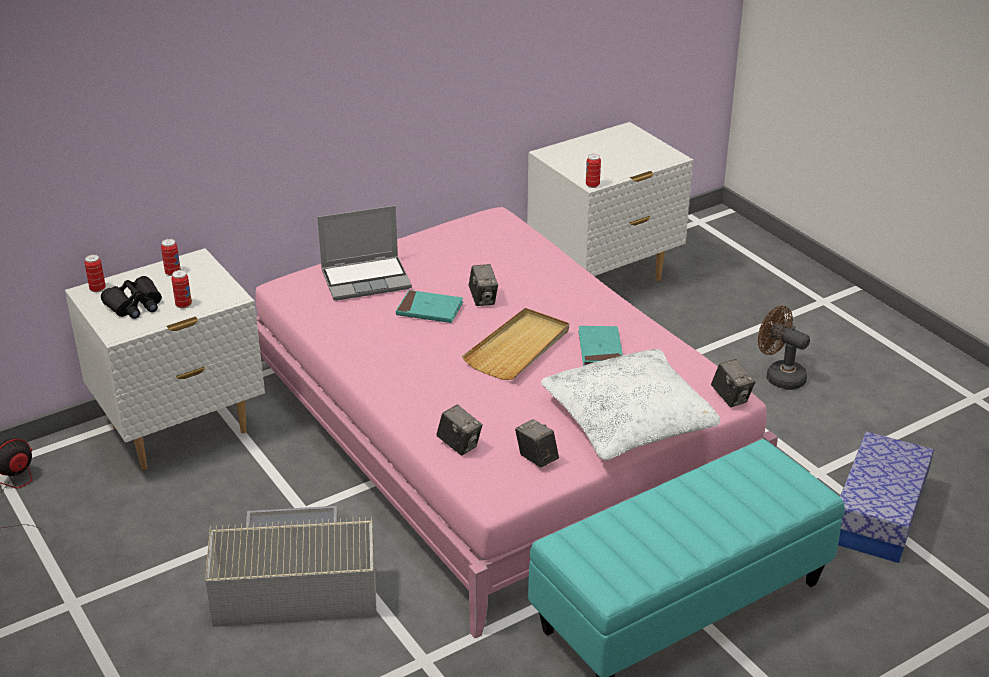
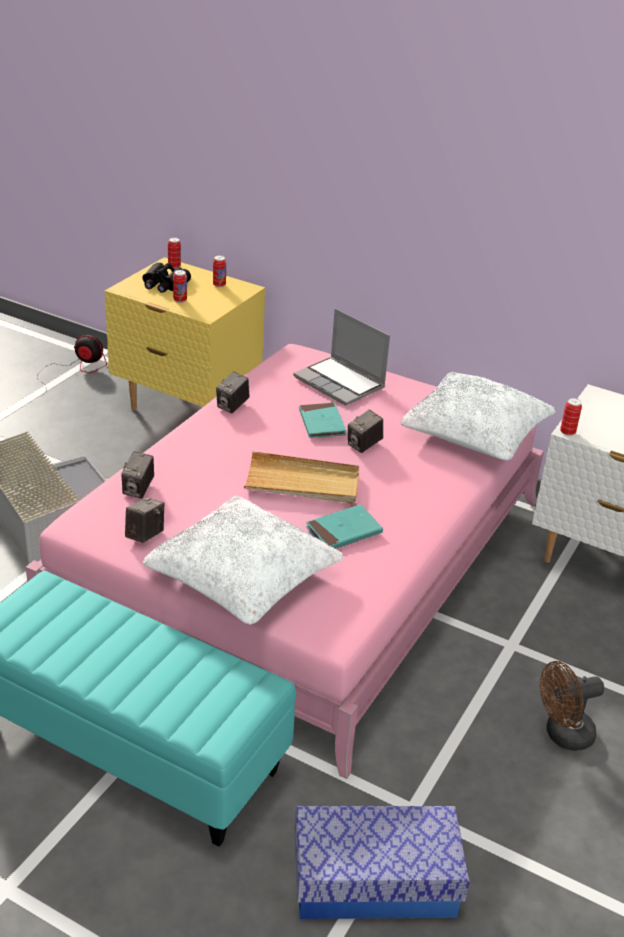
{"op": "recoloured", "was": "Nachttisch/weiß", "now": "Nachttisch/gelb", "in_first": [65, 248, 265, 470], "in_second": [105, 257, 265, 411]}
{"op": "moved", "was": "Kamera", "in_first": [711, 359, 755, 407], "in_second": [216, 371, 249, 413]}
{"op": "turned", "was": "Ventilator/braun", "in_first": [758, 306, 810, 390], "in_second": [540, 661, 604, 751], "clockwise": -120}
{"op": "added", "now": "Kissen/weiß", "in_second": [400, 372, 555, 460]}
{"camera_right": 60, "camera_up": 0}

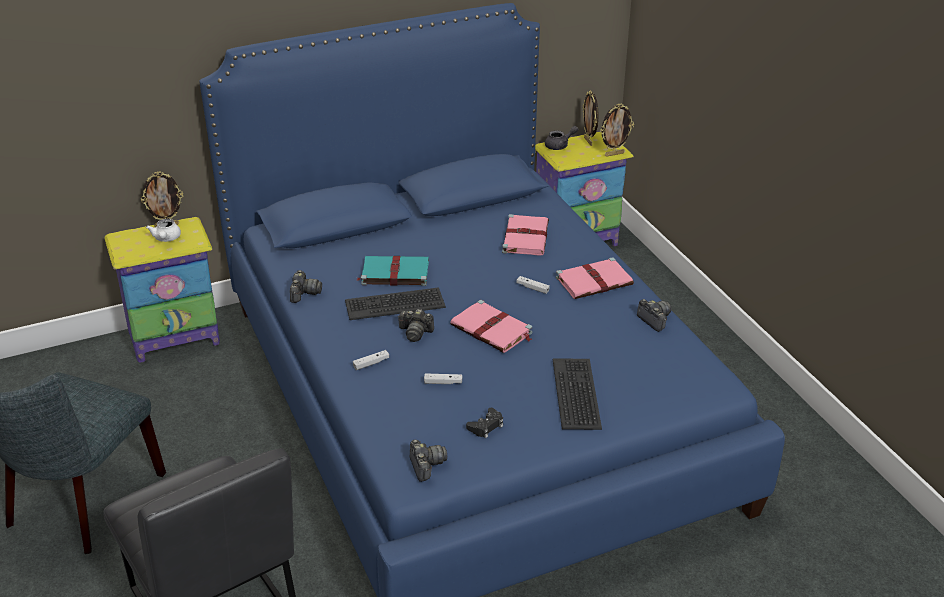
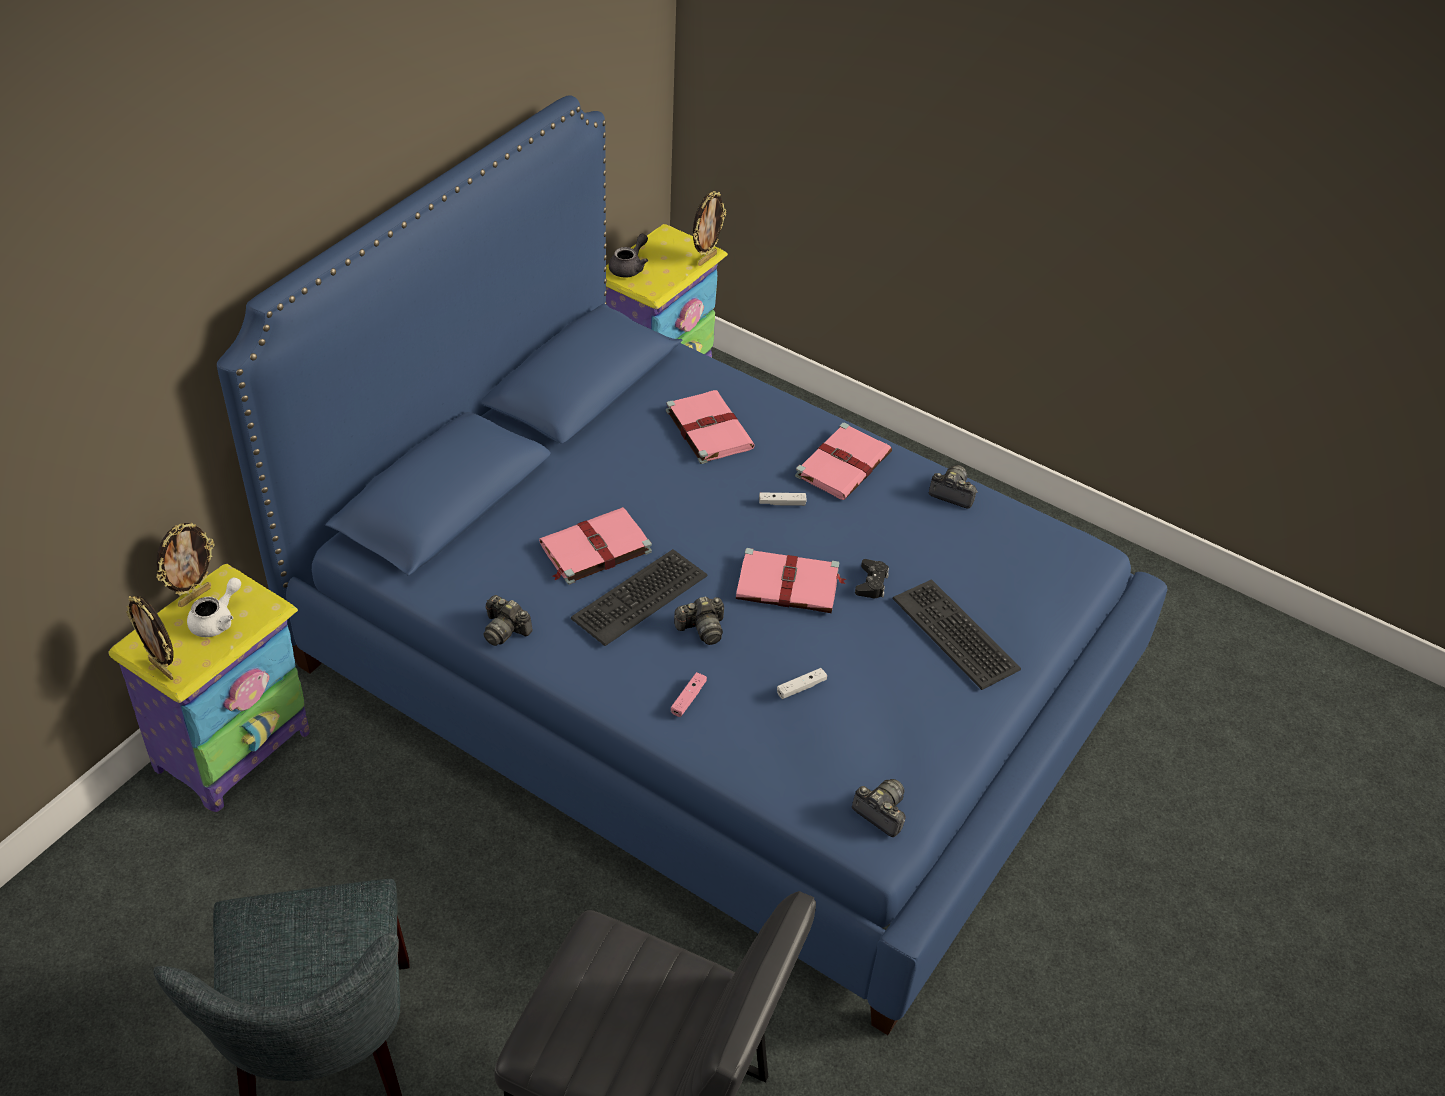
{"op": "turned", "was": "Teekanne/weiß", "in_first": [146, 219, 181, 242], "in_second": [187, 578, 241, 637], "clockwise": -105}
{"op": "turned", "was": "Kamera", "in_first": [290, 270, 322, 303], "in_second": [484, 595, 533, 646], "clockwise": 150}
{"op": "recoloured", "was": "Gamepad/weiß", "now": "Gamepad/rosa", "in_first": [353, 350, 389, 370], "in_second": [671, 672, 707, 717]}
{"op": "recoloured", "was": "Buch/türkis", "now": "Buch/rosa", "in_first": [357, 256, 429, 286], "in_second": [539, 507, 652, 585]}
{"op": "moved", "was": "Gamepad/schwarz", "in_first": [466, 408, 503, 438], "in_second": [855, 559, 889, 598]}
{"op": "moved", "was": "Bilderrahmen", "in_first": [583, 91, 598, 146], "in_second": [126, 596, 174, 680]}
{"camera_right": -35, "camera_up": 10}

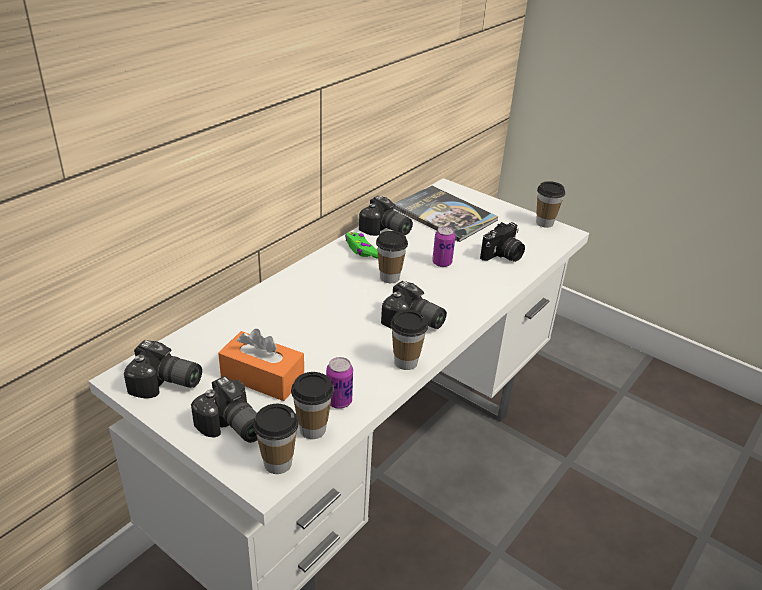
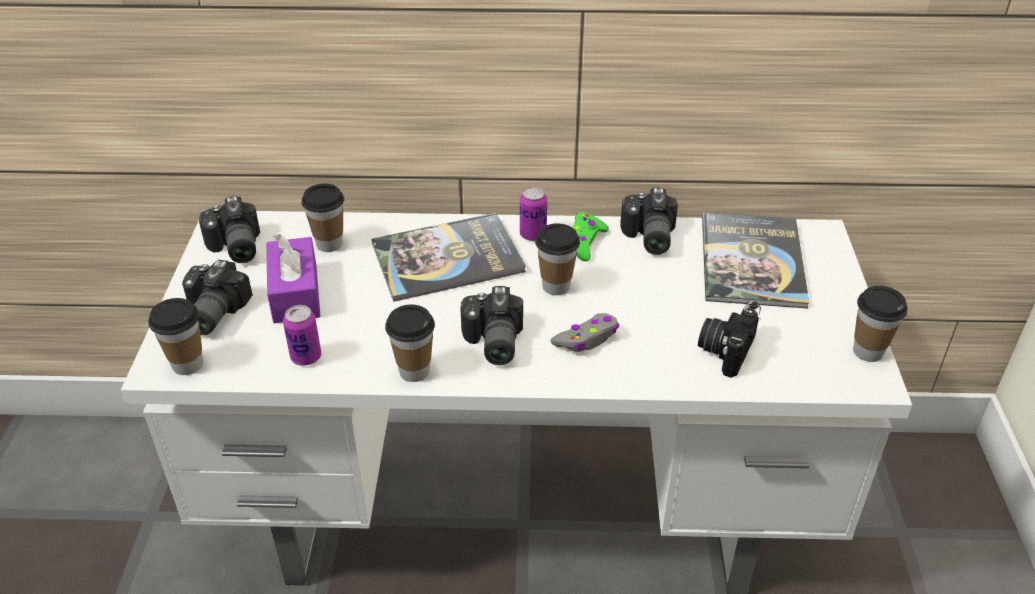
{"op": "recoloured", "was": "Taschentuchbox/orange", "now": "Taschentuchbox/lila", "in_first": [218, 329, 304, 401], "in_second": [266, 234, 321, 323]}
{"op": "moved", "was": "Tasse", "in_first": [291, 372, 334, 439], "in_second": [302, 184, 344, 252]}
{"op": "moved", "was": "Dose", "in_first": [432, 226, 455, 267], "in_second": [520, 187, 547, 241]}
{"op": "turned", "was": "Kamera", "in_first": [480, 222, 525, 262], "in_second": [698, 301, 761, 378], "clockwise": 105}
{"op": "added", "now": "Buch", "in_second": [371, 213, 526, 302]}
{"op": "added", "now": "Gamepad/grau", "in_second": [550, 313, 619, 352]}
{"camera_right": 55, "camera_up": 5}

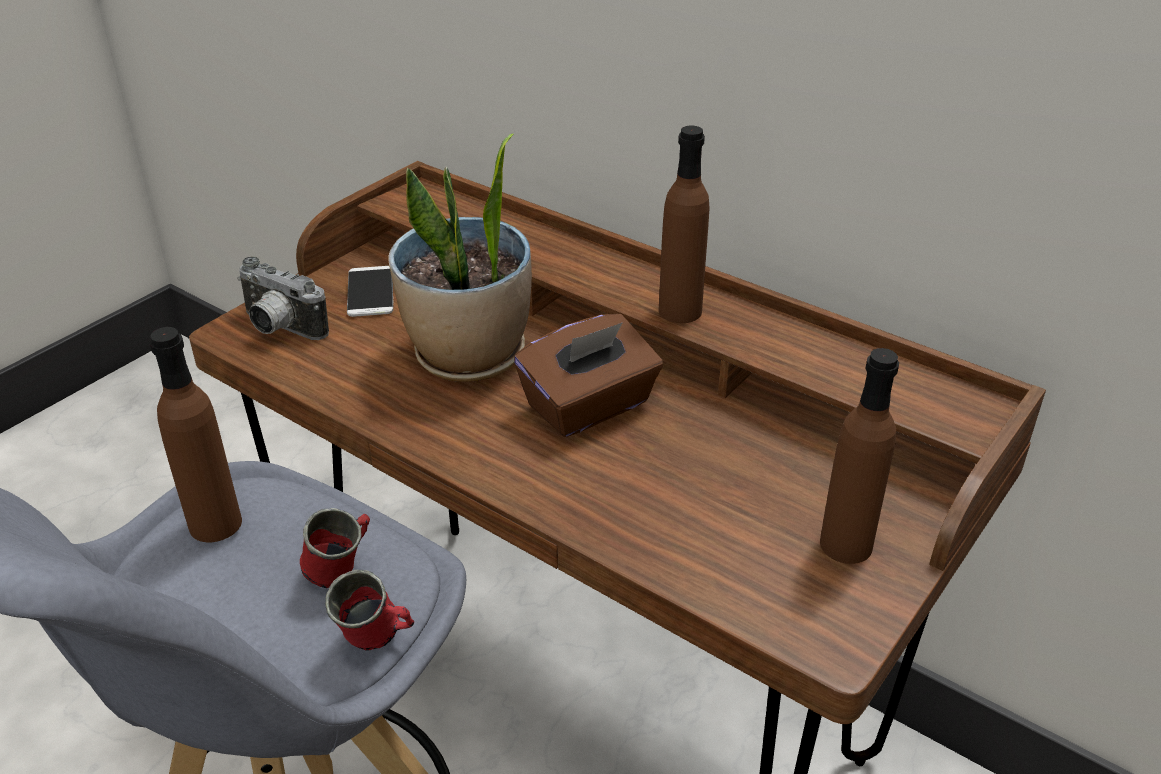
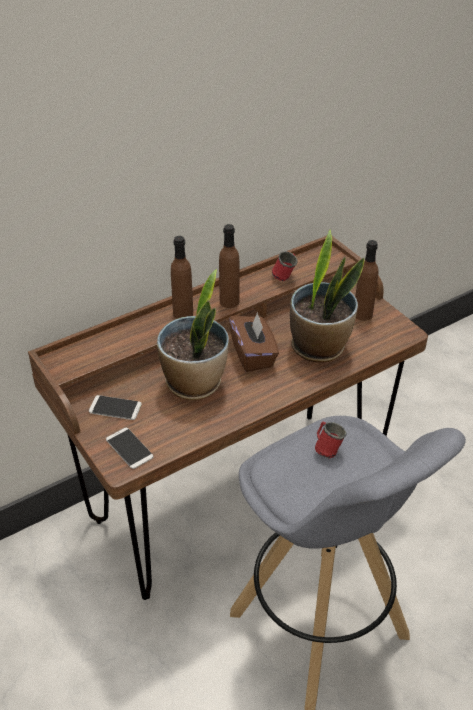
{"op": "moved", "was": "Flasche/braun", "in_first": [150, 327, 242, 542], "in_second": [171, 236, 193, 319]}
{"op": "replaced", "was": "Kamera", "now": "Handy", "in_first": [237, 256, 329, 340], "in_second": [106, 428, 153, 469]}
{"op": "moved", "was": "Henkelbecher/rot", "in_first": [325, 570, 414, 651], "in_second": [272, 251, 298, 281]}
{"op": "added", "now": "Topfpflanze", "in_second": [290, 230, 365, 363]}
{"camera_right": -70, "camera_up": 5}

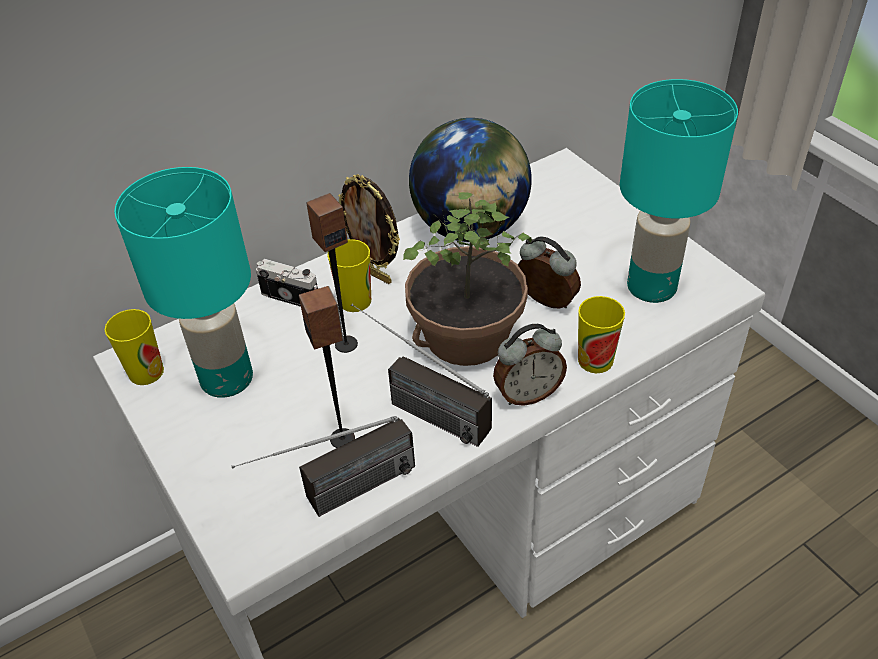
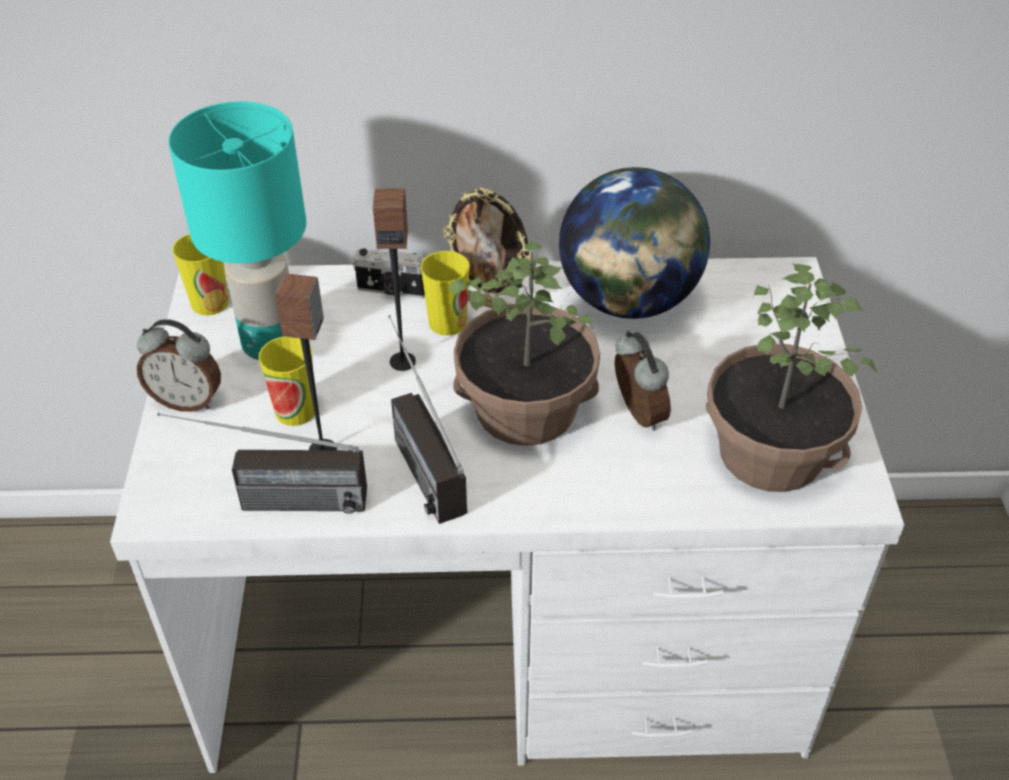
{"op": "turned", "was": "Kamera", "in_first": [256, 258, 318, 307], "in_second": [353, 248, 425, 298], "clockwise": 135}
{"op": "turned", "was": "Bilderrahmen", "in_first": [338, 174, 400, 284], "in_second": [443, 188, 531, 309], "clockwise": -45}
{"op": "moved", "was": "Wecker", "in_first": [493, 324, 567, 406], "in_second": [137, 319, 221, 412]}
{"op": "moved", "was": "Tasse", "in_first": [578, 296, 625, 373], "in_second": [259, 337, 315, 426]}
{"op": "replaced", "was": "Tischlampe/türkis", "now": "Topfpflanze", "in_first": [620, 79, 738, 303], "in_second": [706, 264, 878, 492]}
{"camera_right": 30, "camera_up": 0}

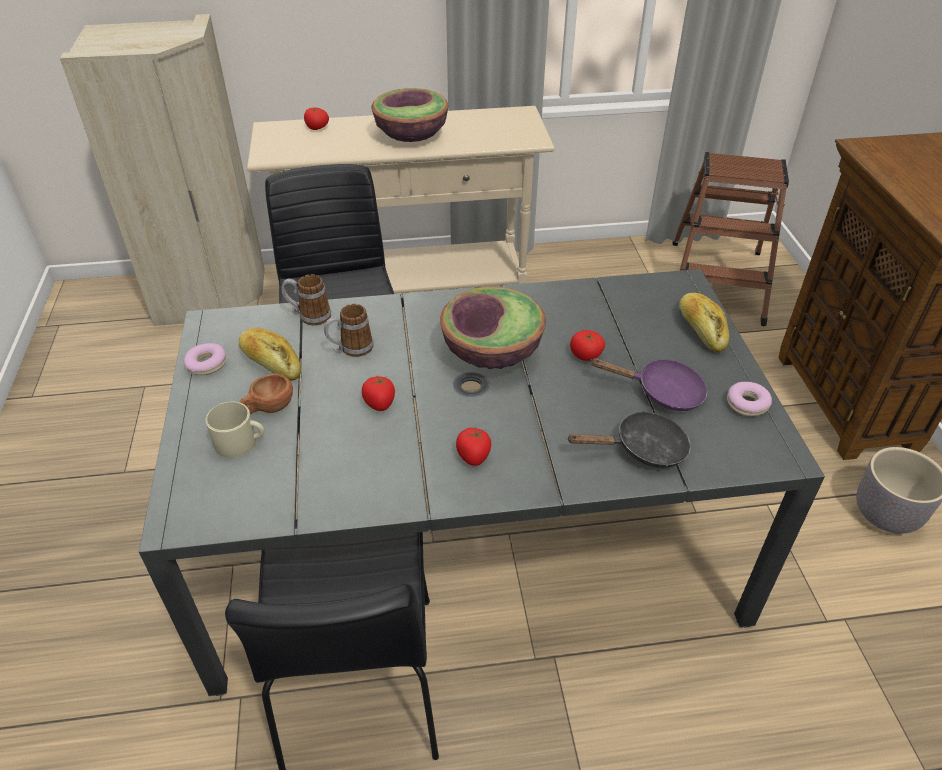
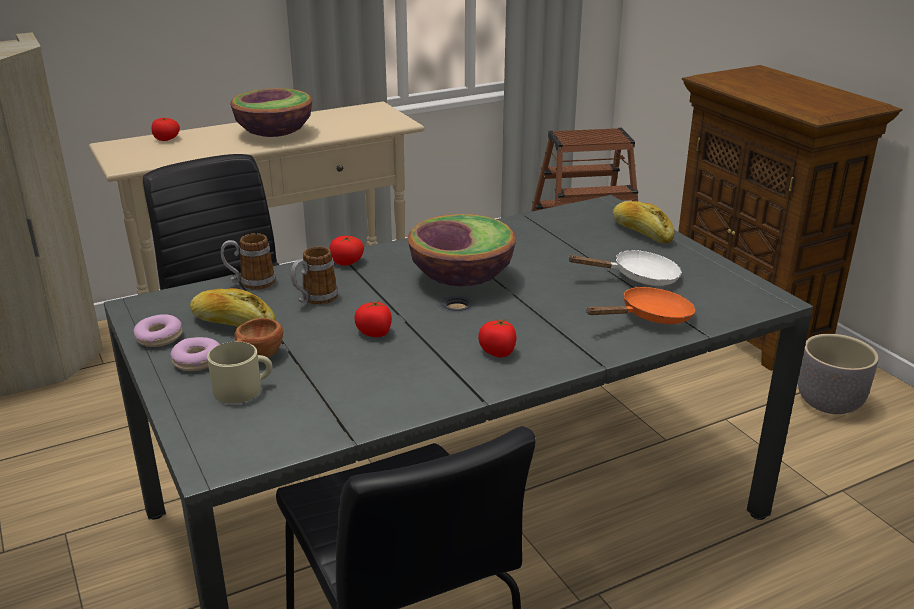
{"op": "recoloured", "was": "Pfanne/schwarz", "now": "Pfanne/orange", "in_first": [567, 411, 691, 468], "in_second": [586, 287, 696, 324]}
{"op": "moved", "was": "Tomate", "in_first": [570, 330, 605, 361], "in_second": [329, 236, 364, 266]}
{"op": "recoloured", "was": "Pfanne/lila", "now": "Pfanne/weiß", "in_first": [590, 358, 708, 411], "in_second": [567, 250, 682, 286]}
{"op": "moved", "was": "Donut", "in_first": [727, 382, 772, 416], "in_second": [170, 337, 220, 371]}
{"camera_right": -20, "camera_up": -15}

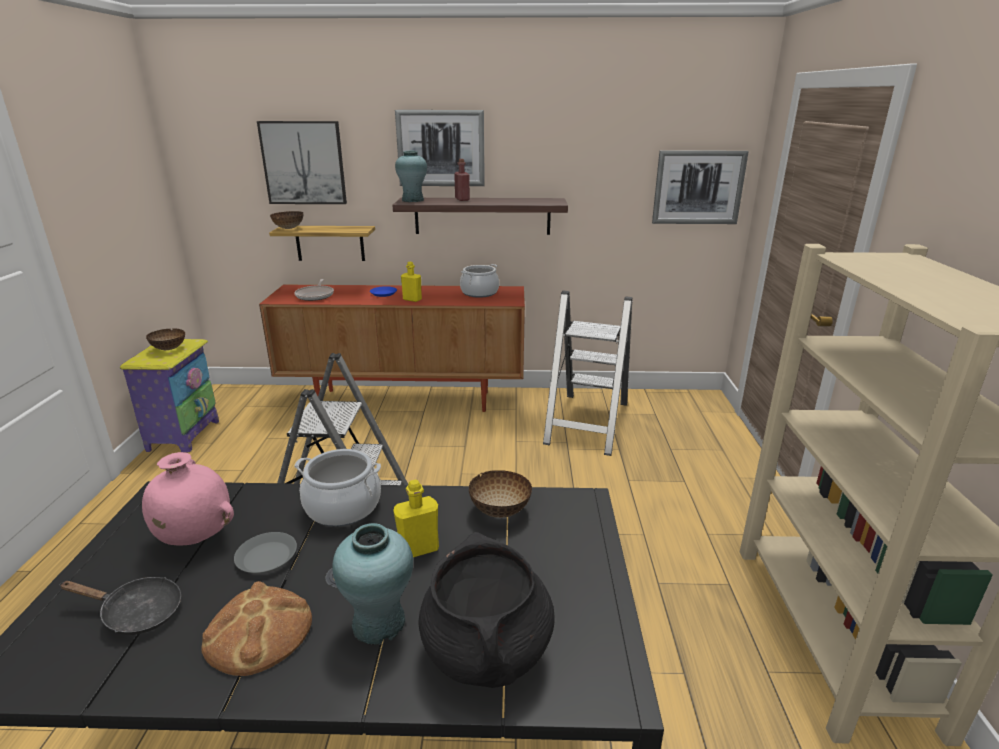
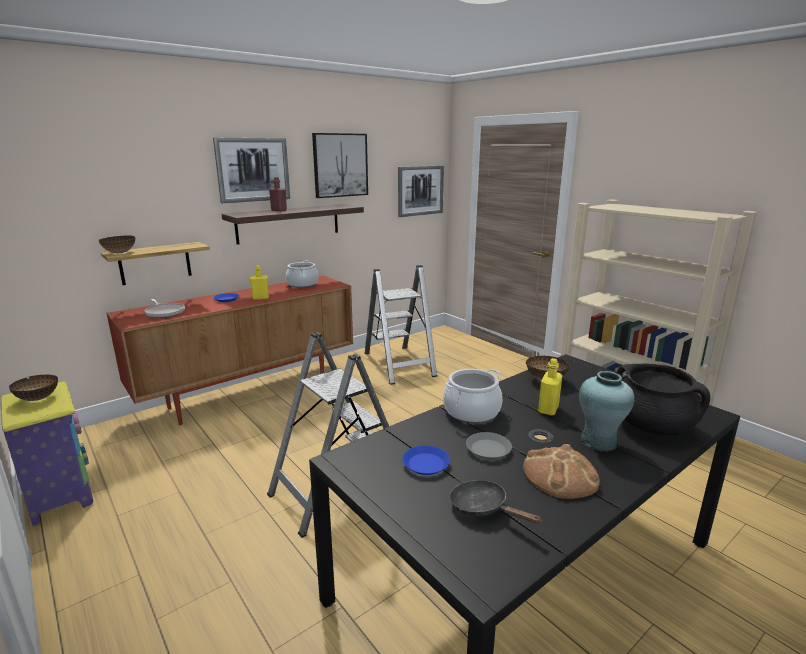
{"op": "turned", "was": "Pfanne/schwarz", "in_first": [60, 577, 181, 635], "in_second": [449, 480, 542, 524], "clockwise": -105}
{"op": "replaced", "was": "Vase/rosa", "now": "Teller/blau", "in_first": [142, 452, 234, 545], "in_second": [402, 445, 450, 475]}
{"op": "moved", "was": "Bild", "in_first": [257, 121, 347, 204], "in_second": [312, 133, 368, 198]}
{"op": "removed", "was": "Vase/türkis", "in_first": [395, 151, 427, 202]}
{"camera_right": -40, "camera_up": -5}

